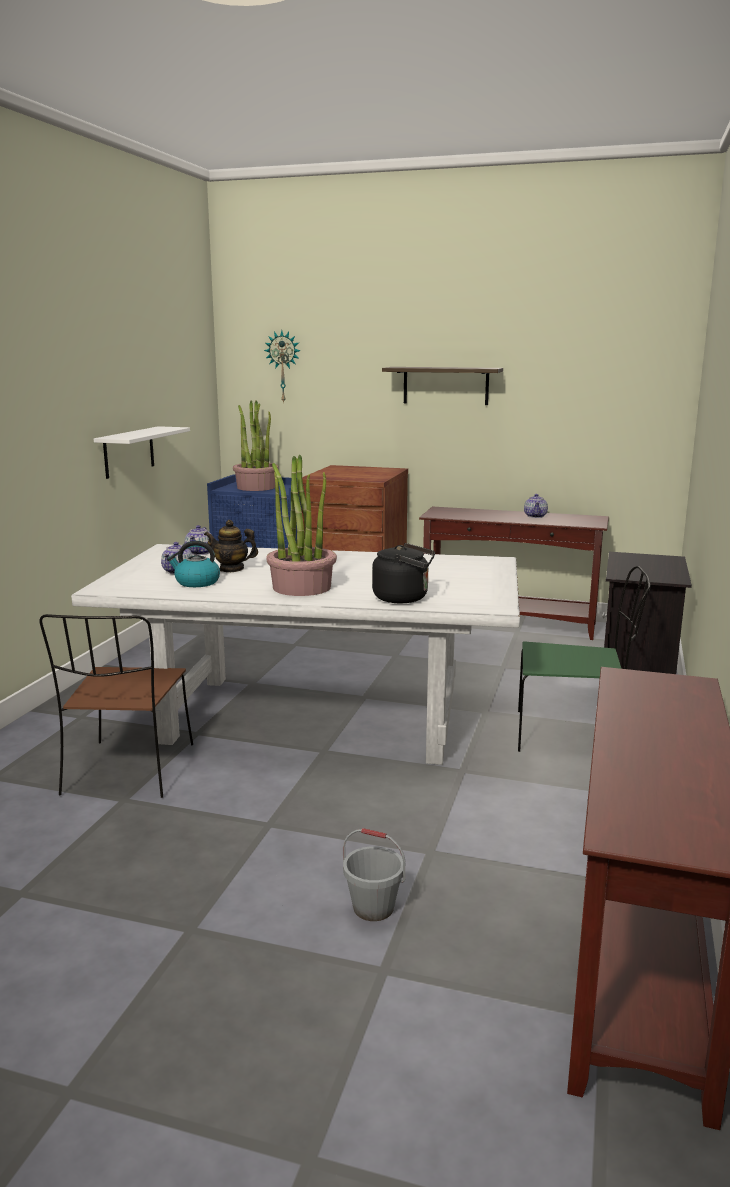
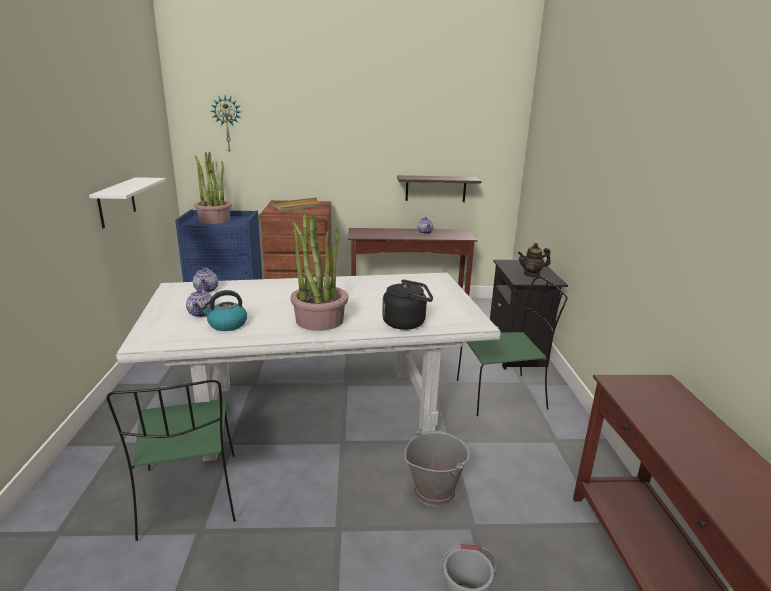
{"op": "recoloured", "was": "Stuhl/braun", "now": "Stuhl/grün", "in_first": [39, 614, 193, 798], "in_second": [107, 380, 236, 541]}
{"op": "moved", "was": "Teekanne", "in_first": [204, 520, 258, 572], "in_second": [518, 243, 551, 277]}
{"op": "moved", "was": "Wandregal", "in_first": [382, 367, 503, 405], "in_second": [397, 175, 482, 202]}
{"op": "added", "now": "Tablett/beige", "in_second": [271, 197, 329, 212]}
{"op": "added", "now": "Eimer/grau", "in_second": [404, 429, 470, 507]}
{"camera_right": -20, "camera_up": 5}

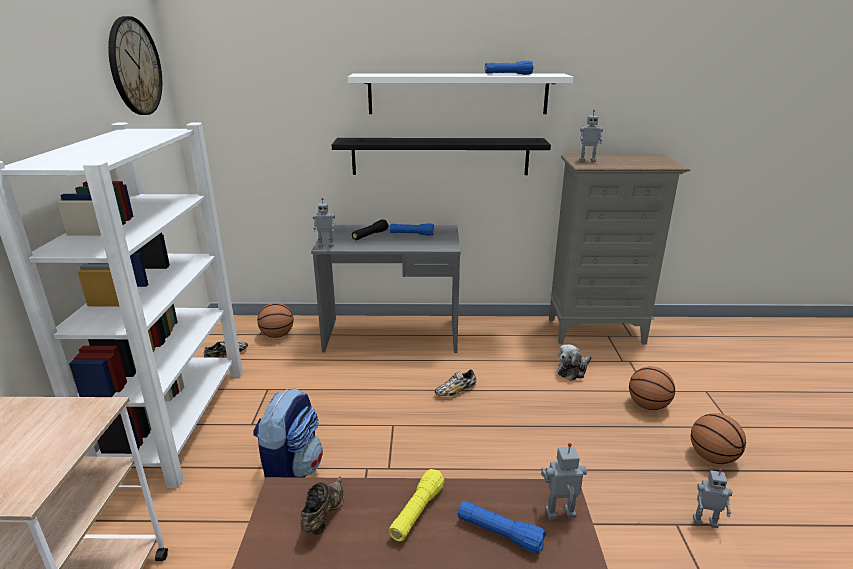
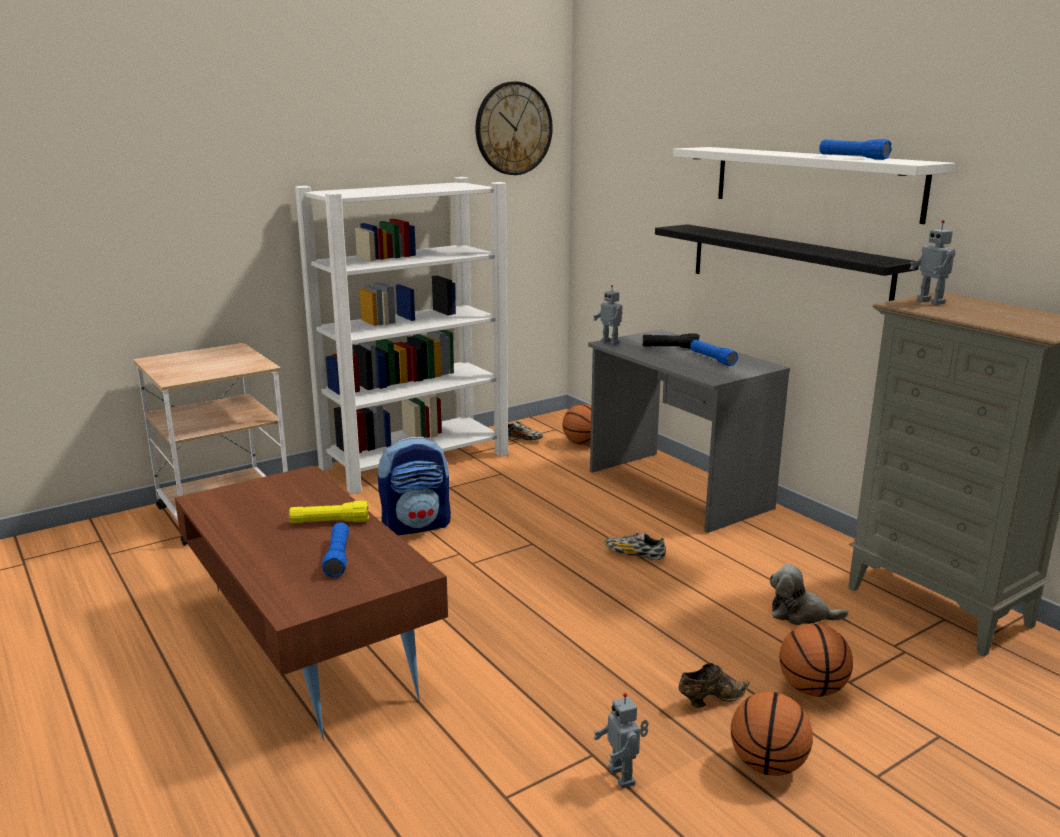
{"op": "moved", "was": "Schuh/braun", "in_first": [301, 476, 344, 535], "in_second": [678, 663, 750, 708]}
{"op": "removed", "was": "Spielzeugroboter", "in_first": [541, 443, 587, 520]}
{"camera_right": 55, "camera_up": -5}

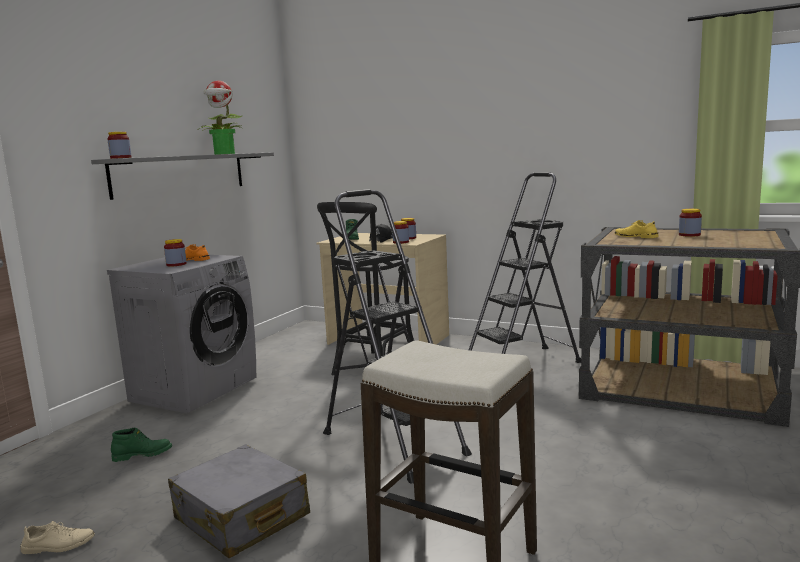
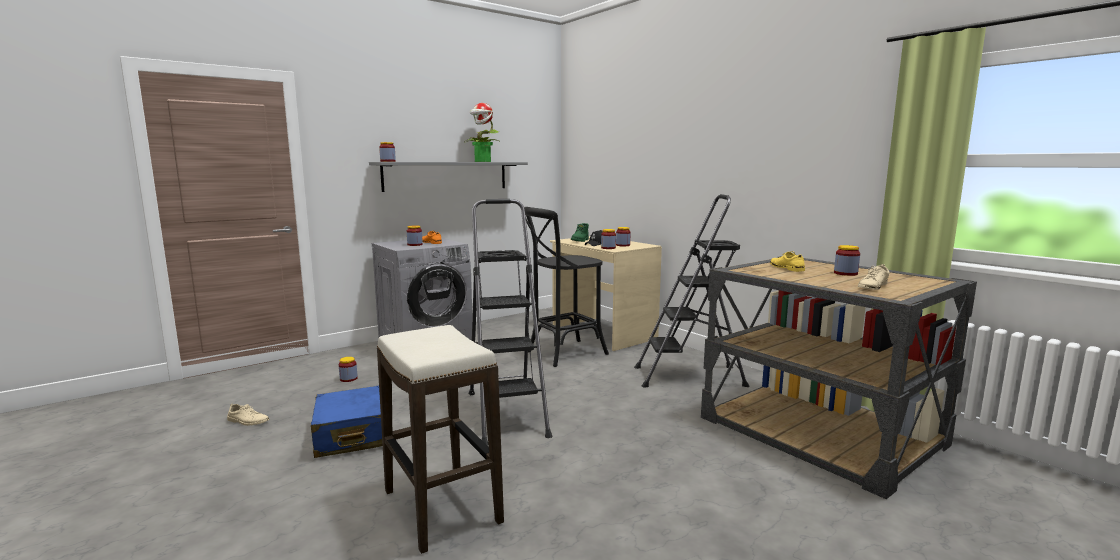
{"op": "replaced", "was": "Stiefel/grün", "now": "Vorratsglas", "in_first": [111, 428, 172, 462], "in_second": [339, 357, 358, 382]}
{"op": "recoloured", "was": "Koffer/grau", "now": "Koffer/blau", "in_first": [168, 444, 310, 558], "in_second": [310, 385, 383, 458]}
{"op": "added", "now": "Schuh/beige", "in_second": [858, 264, 890, 290]}
{"camera_right": 25, "camera_up": 0}

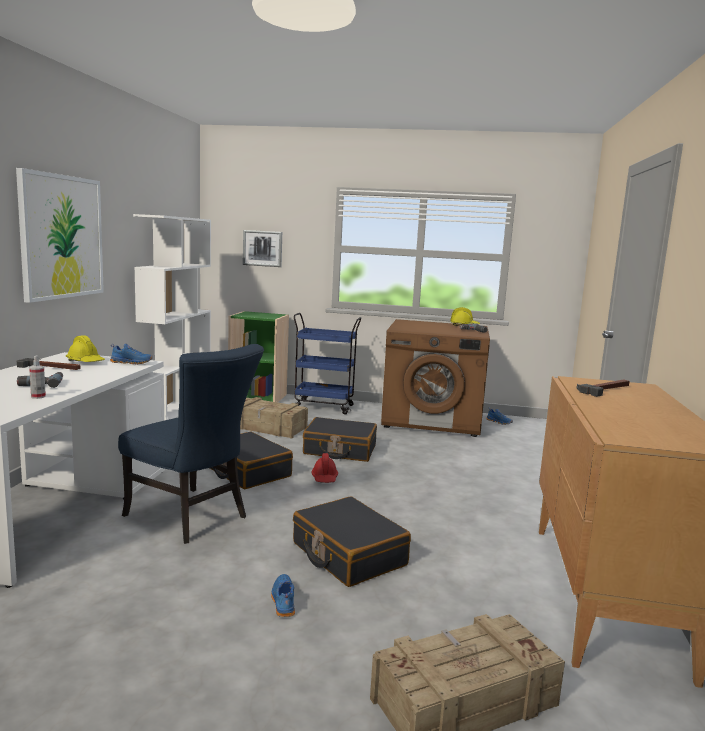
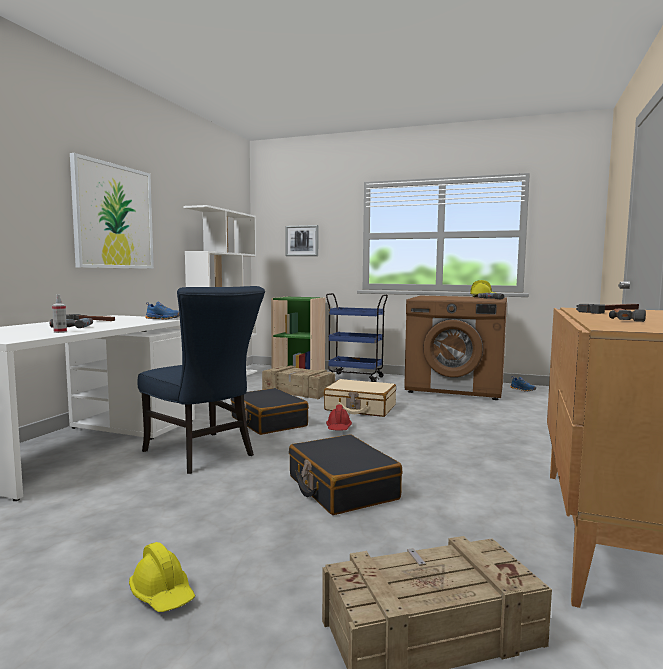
{"op": "moved", "was": "Schutzhelm/gelb", "in_first": [66, 335, 105, 362], "in_second": [129, 542, 195, 612]}
{"op": "removed", "was": "Schuh/blau", "in_first": [271, 574, 295, 617]}
{"op": "recoloured", "was": "Koffer/schwarz", "now": "Koffer/beige", "in_first": [303, 417, 377, 462], "in_second": [324, 379, 396, 417]}
{"op": "added", "now": "Hammer", "in_second": [609, 309, 646, 322]}
{"camera_right": 10, "camera_up": -5}

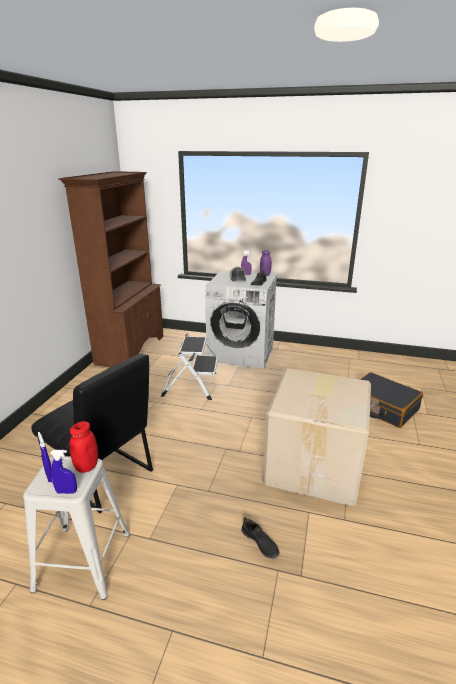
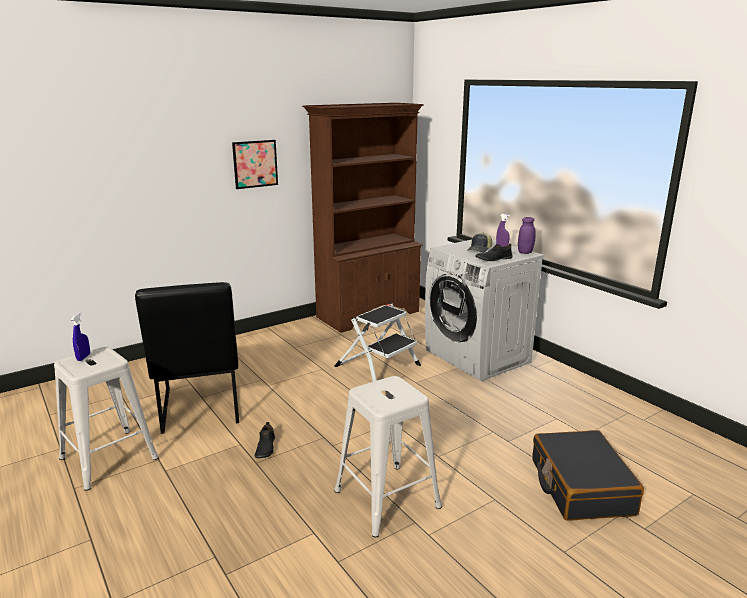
{"op": "removed", "was": "Sprühflasche/blau", "in_first": [50, 450, 77, 494]}
{"op": "removed", "was": "Vorratsglas/rot", "in_first": [69, 421, 98, 473]}
{"op": "moved", "was": "Schuh/schwarz", "in_first": [241, 517, 279, 558], "in_second": [255, 422, 275, 458]}
{"op": "replaced", "was": "Karton", "now": "Hocker/weiß", "in_first": [263, 368, 371, 506], "in_second": [334, 376, 442, 537]}
{"op": "added", "now": "Bild", "in_second": [232, 140, 278, 189]}
{"camera_right": 40, "camera_up": -5}

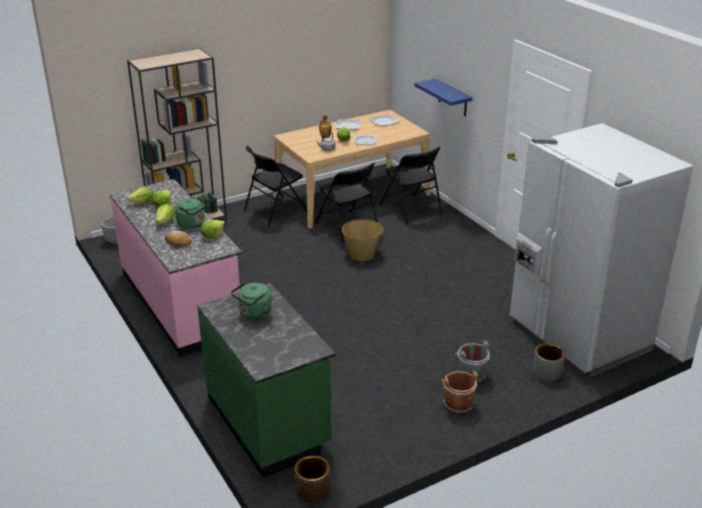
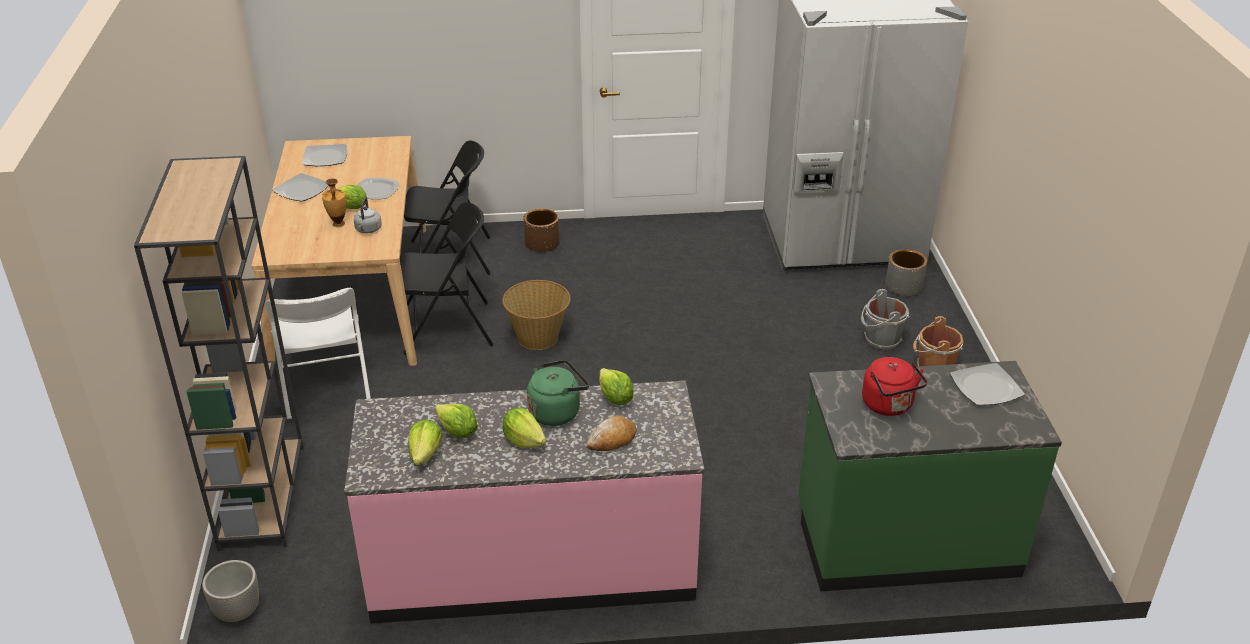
{"op": "recoloured", "was": "Wasserkessel/grün", "now": "Wasserkessel/rot", "in_first": [231, 282, 272, 319], "in_second": [862, 357, 928, 416]}
{"op": "recoloured", "was": "Stuhl/schwarz", "now": "Stuhl/weiß", "in_first": [243, 146, 307, 227], "in_second": [265, 288, 371, 419]}
{"op": "moved", "was": "Pflanzkübel/braun", "in_first": [295, 456, 331, 502], "in_second": [523, 208, 560, 253]}
{"op": "removed", "was": "Wandregal/blau", "in_first": [414, 78, 472, 116]}
{"op": "added", "now": "Teller", "in_second": [950, 363, 1025, 405]}
{"camera_right": -65, "camera_up": 5}

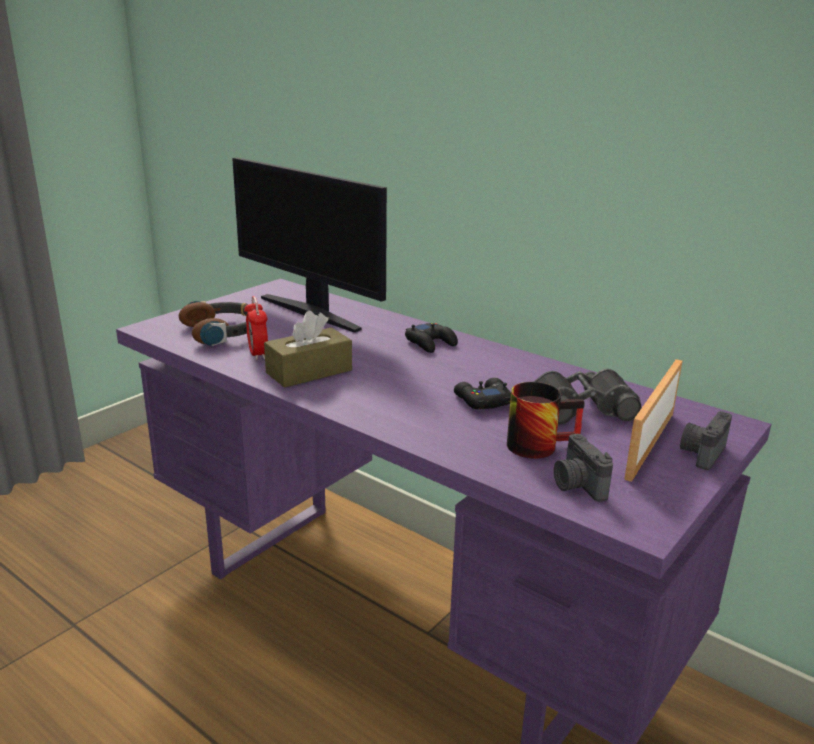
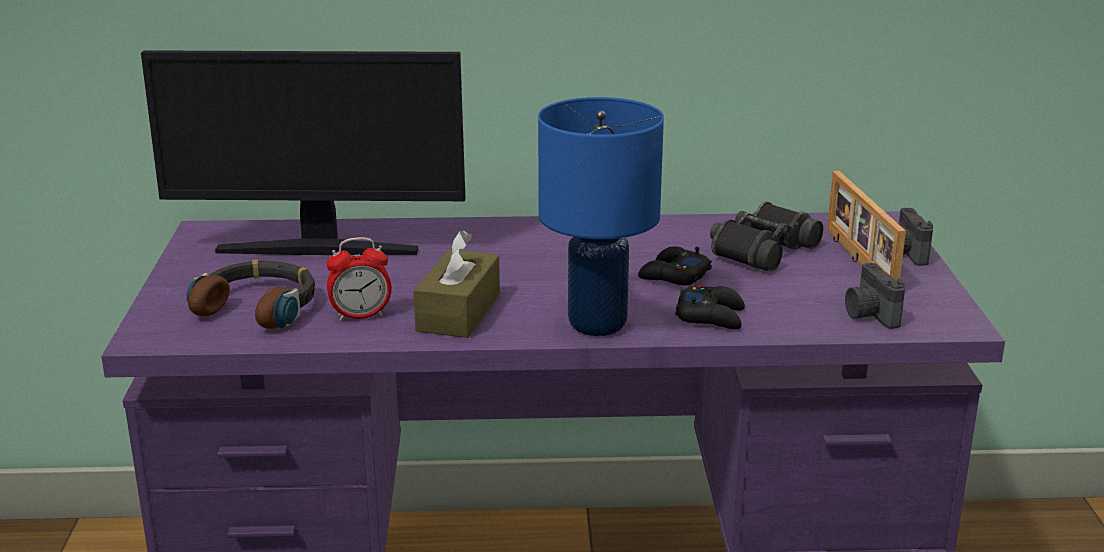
{"op": "turned", "was": "Wecker", "in_first": [244, 296, 268, 360], "in_second": [326, 237, 392, 321], "clockwise": -45}
{"op": "moved", "was": "Gamepad/schwarz", "in_first": [405, 323, 458, 353], "in_second": [675, 286, 745, 330]}
{"op": "removed", "was": "Henkelbecher", "in_first": [507, 382, 584, 459]}
{"op": "turned", "was": "Kamera", "in_first": [554, 434, 613, 502], "in_second": [845, 263, 905, 329], "clockwise": 45}
{"op": "added", "now": "Tischlampe/blau", "in_second": [538, 97, 664, 336]}
{"camera_right": -40, "camera_up": 0}

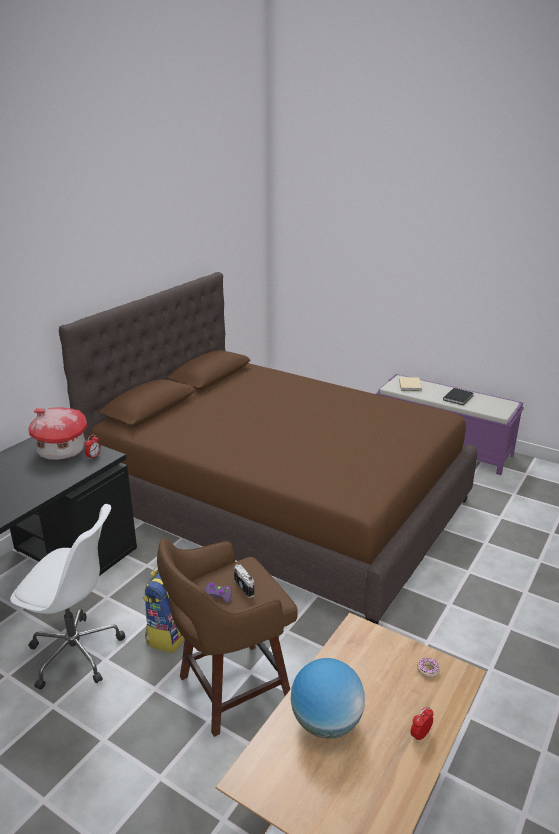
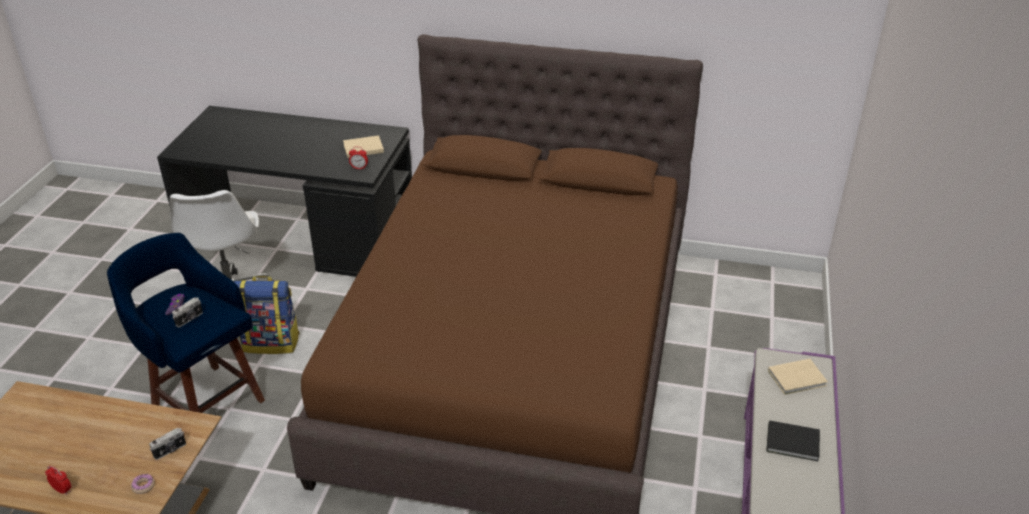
{"op": "replaced", "was": "Spielzeughaus", "now": "Buch/beige", "in_first": [28, 407, 87, 460], "in_second": [343, 135, 384, 158]}
{"op": "recoloured", "was": "Hocker/braun", "now": "Hocker/blau", "in_first": [157, 538, 298, 737], "in_second": [107, 233, 265, 413]}
{"op": "removed", "was": "Globus", "in_first": [291, 658, 365, 739]}
{"op": "added", "now": "Kamera", "in_second": [149, 428, 186, 460]}
{"camera_right": 70, "camera_up": 10}

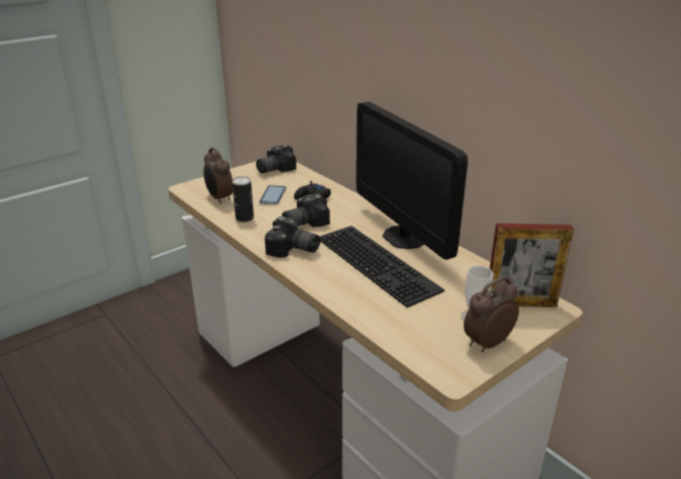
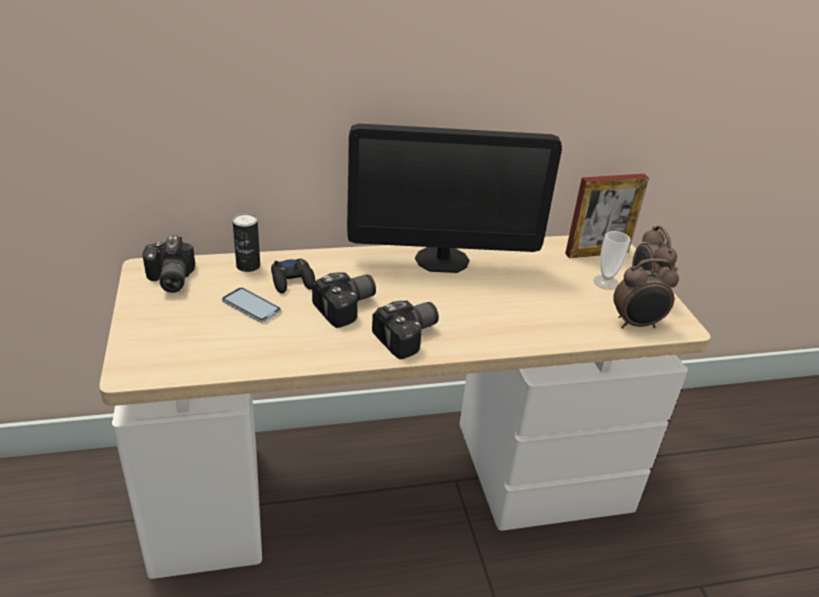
{"op": "moved", "was": "Wecker", "in_first": [203, 148, 233, 204], "in_second": [613, 259, 679, 328]}
{"op": "moved", "was": "Dose", "in_first": [232, 176, 254, 222], "in_second": [233, 213, 260, 272]}
{"op": "turned", "was": "Kamera", "in_first": [282, 194, 330, 227], "in_second": [312, 272, 376, 328], "clockwise": -120}
{"op": "removed", "was": "Tastatur", "in_first": [319, 226, 444, 308]}
{"op": "turned", "was": "Bilderrahmen", "in_first": [490, 223, 574, 307], "in_second": [565, 174, 649, 258], "clockwise": 45}
{"camera_right": -65, "camera_up": 5}

